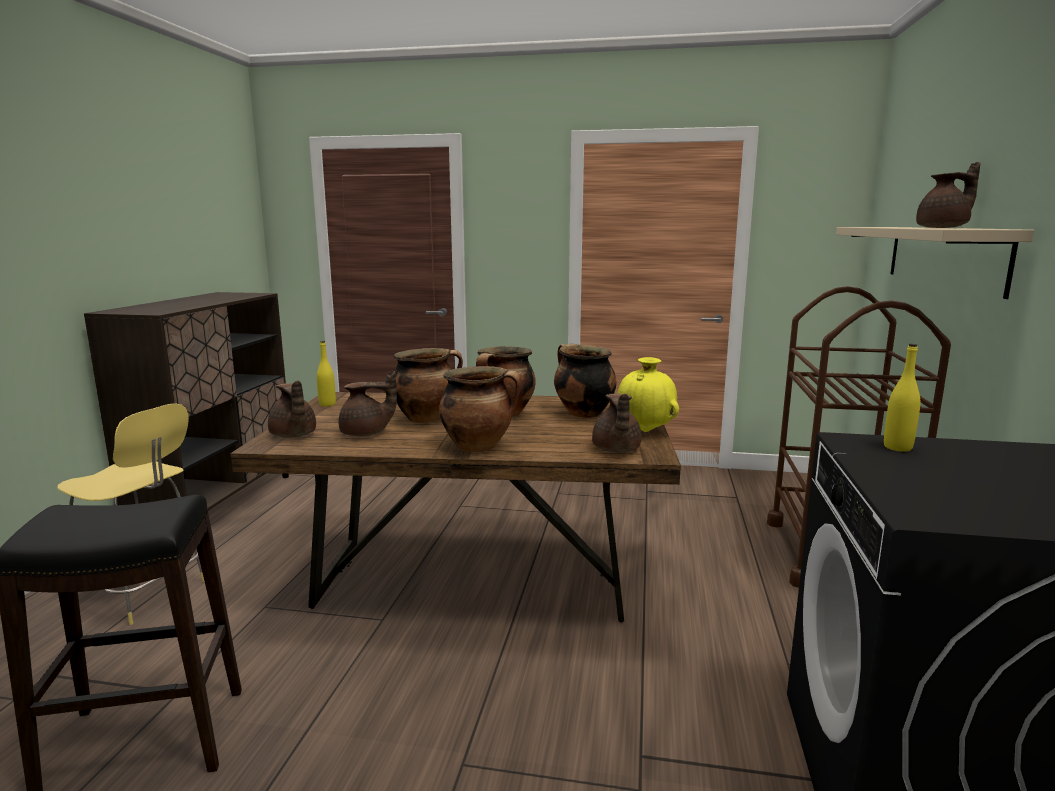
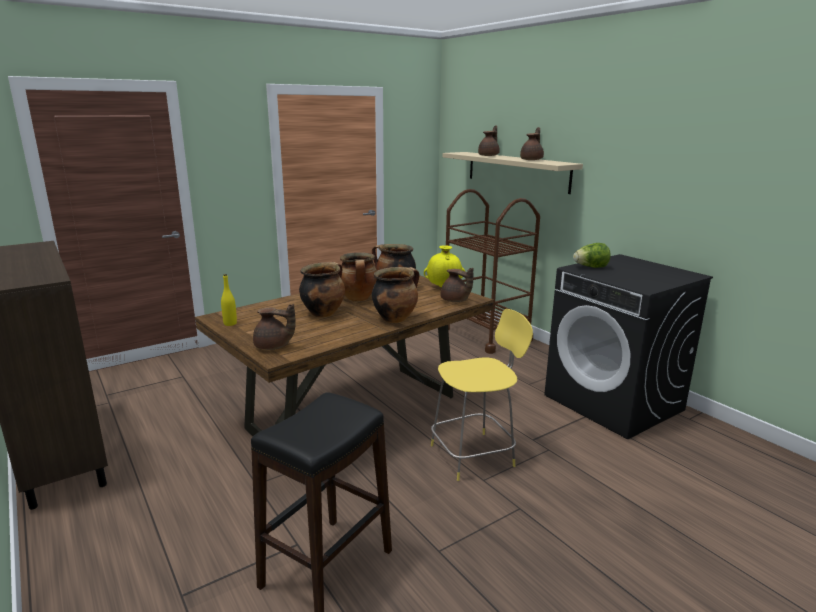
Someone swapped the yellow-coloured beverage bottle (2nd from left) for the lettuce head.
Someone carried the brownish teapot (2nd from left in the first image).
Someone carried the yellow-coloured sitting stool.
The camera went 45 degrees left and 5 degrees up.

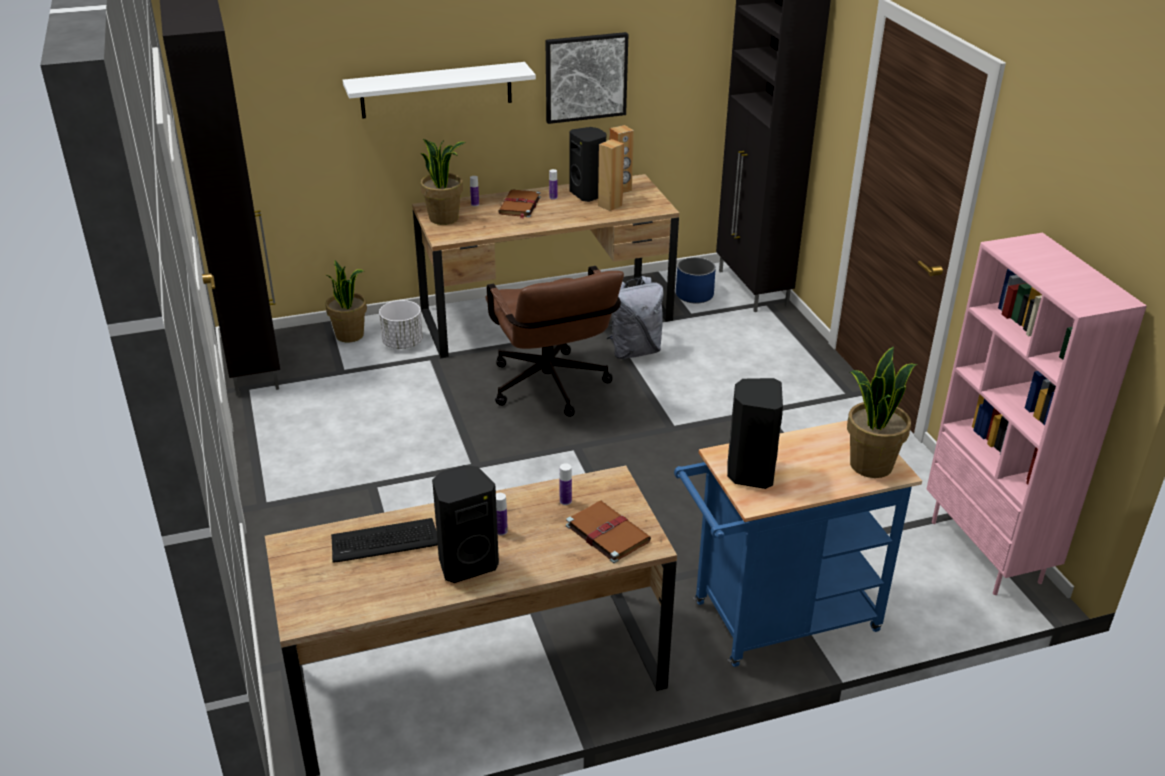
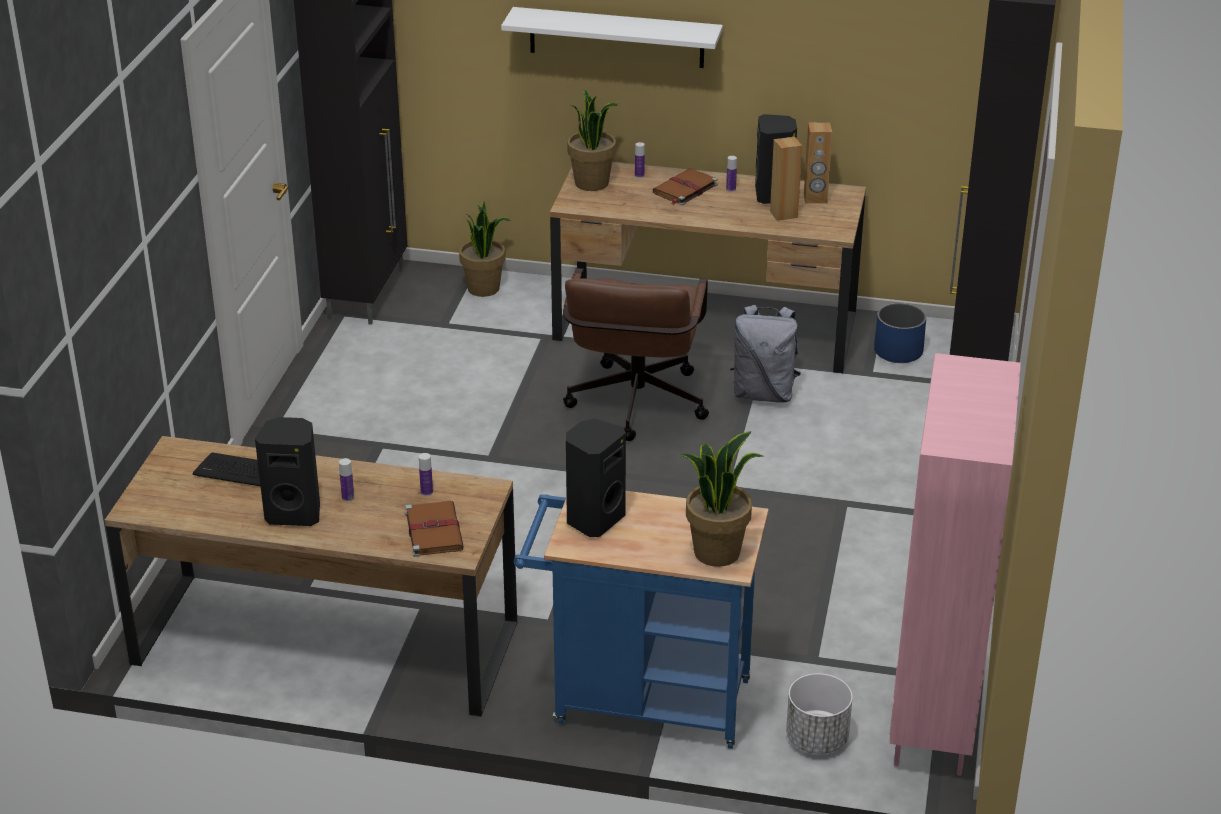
Someone took away the picture.
Someone carried the white planter.
The camera went 30 degrees right and 0 degrees up.

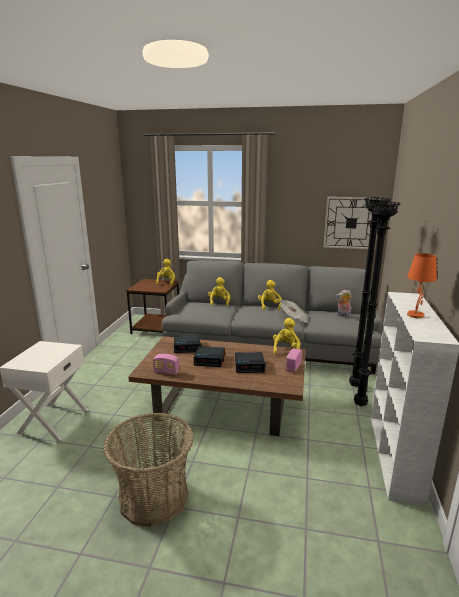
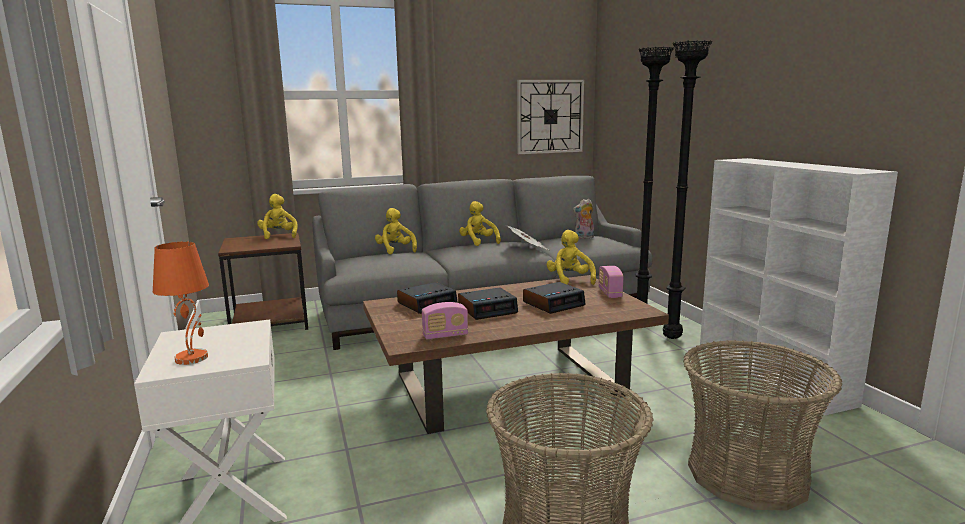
Someone carried the orangey lamp for a table.
Someone put down the basket (2nd from left).
The camera went 30 degrees left and 5 degrees down.

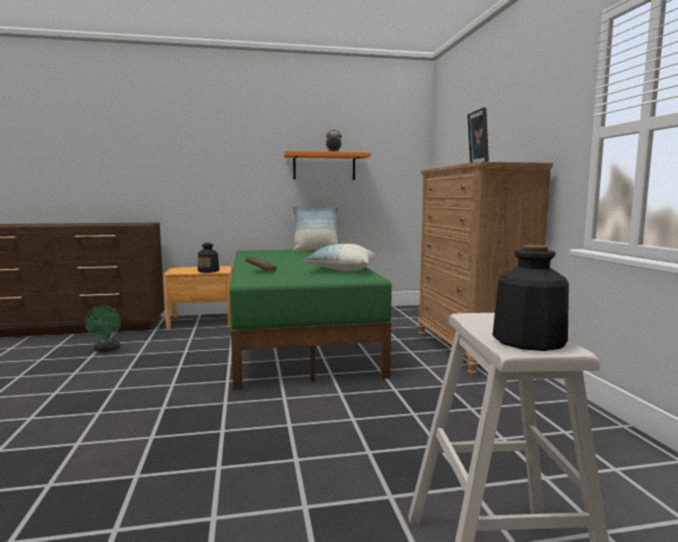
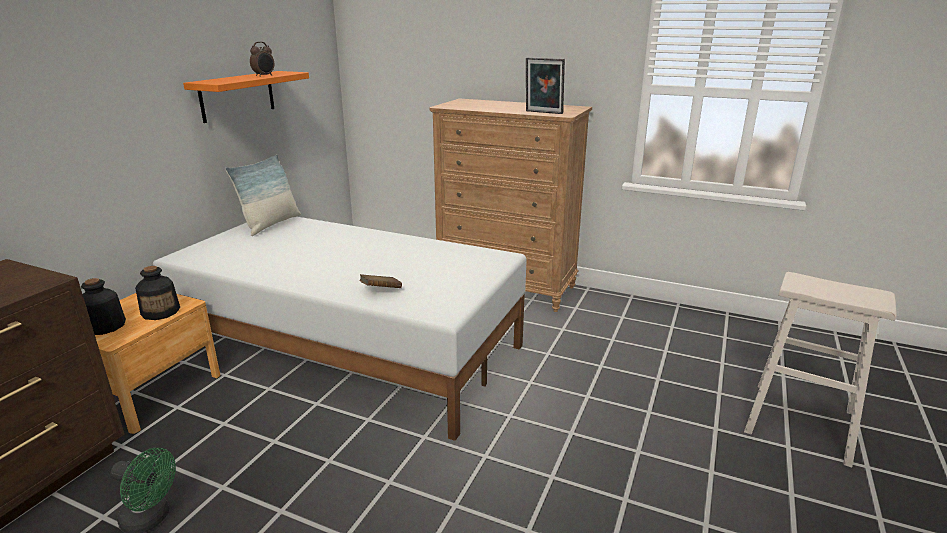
Someone took away the throw pillow (2nd from left).
Someone carried the beverage bottle (2nd from left in the first image).
Someone repainted the green sleeping bed, which became the white sleeping bed.
The camera went 55 degrees left and 15 degrees up.

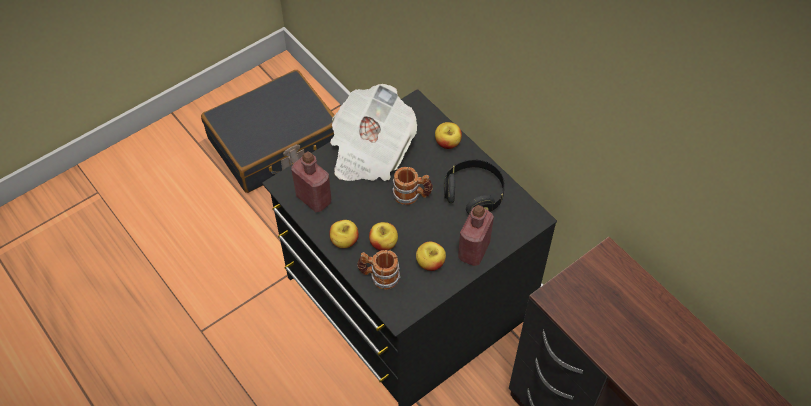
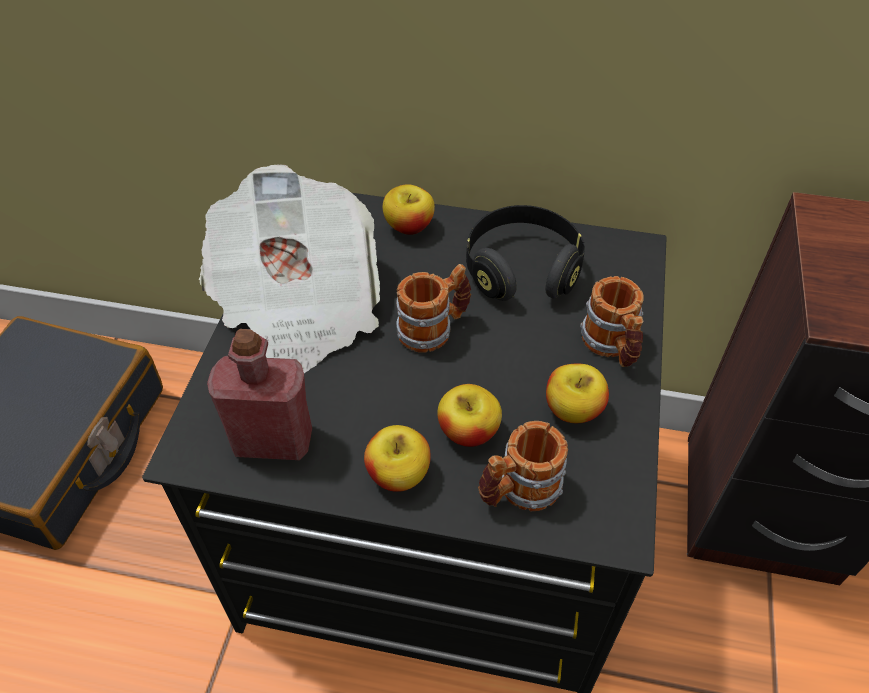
Someone swapped the red-coloured beverage bottle (2nd from left) for the coffee mug (3rd from left).
The camera went 40 degrees left and 5 degrees down.

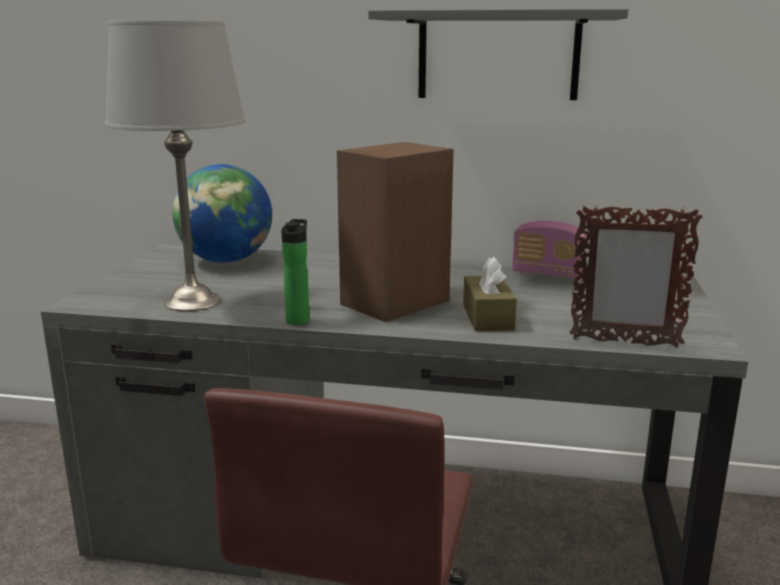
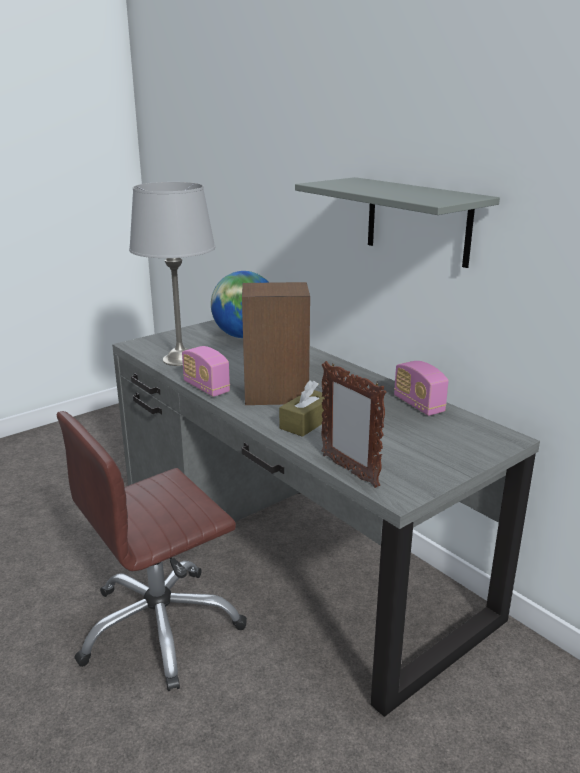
Someone swapped the beverage bottle for the radio (1st from left).
The camera went 40 degrees right and 5 degrees up.

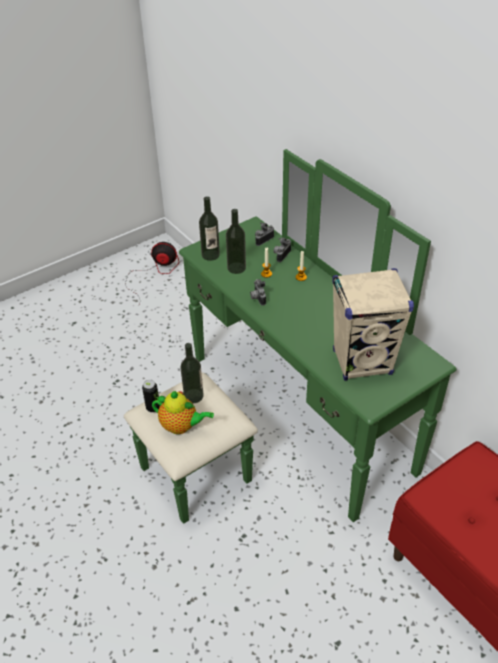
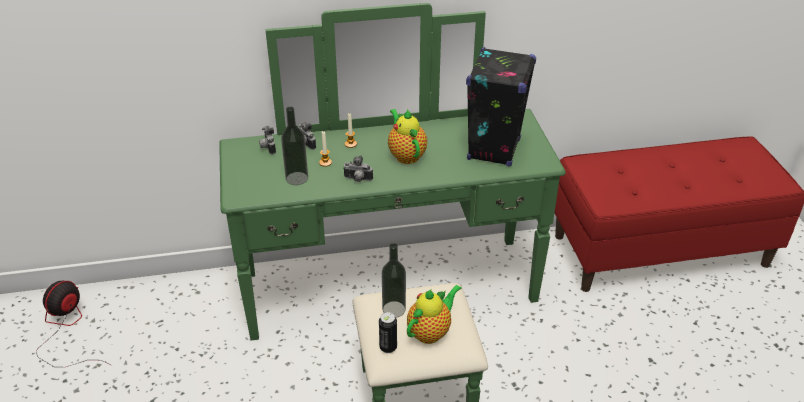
Someone took away the beverage bottle (2nd from left).
Someone repainted the beige-coloured audio speaker, which became the blackish audio speaker.
Someone put down the teapot (1st from left).
The camera went 65 degrees left and 5 degrees down.

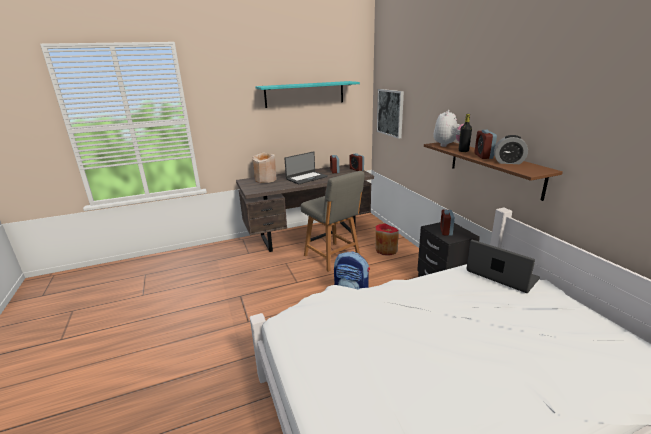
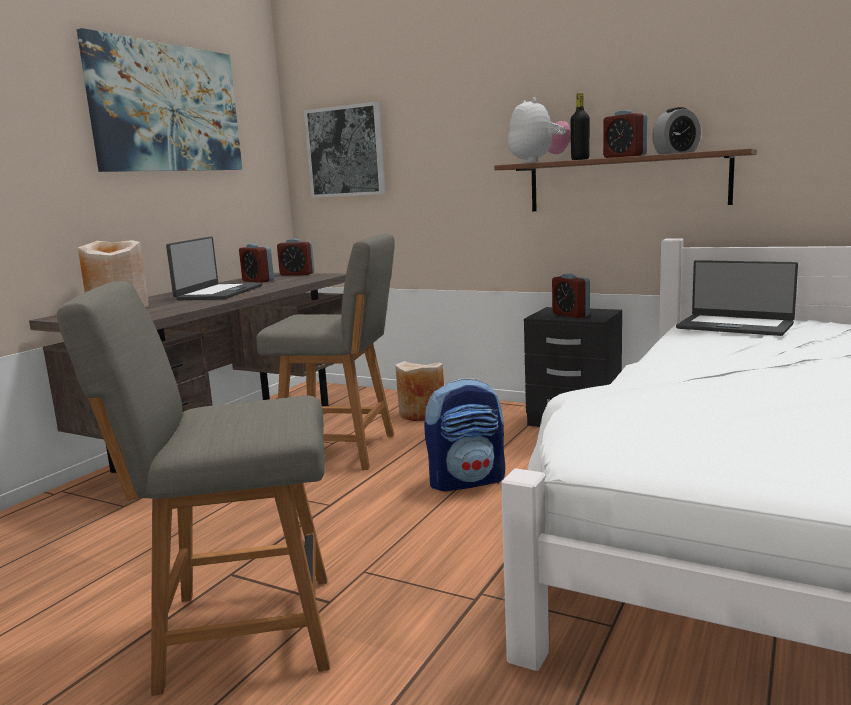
Someone swapped the blue-green wall shelf for the picture (1st from left).
Someone repainted the red-coloured flower vase, which became the beige-coloured flower vase (2nd from left).
Someone rotated the notebook computer (2nd from left) by 150 degrees counterclockwise.
Someone put down the grey upright chair (1st from left).
The camera went 40 degrees left and 10 degrees down.

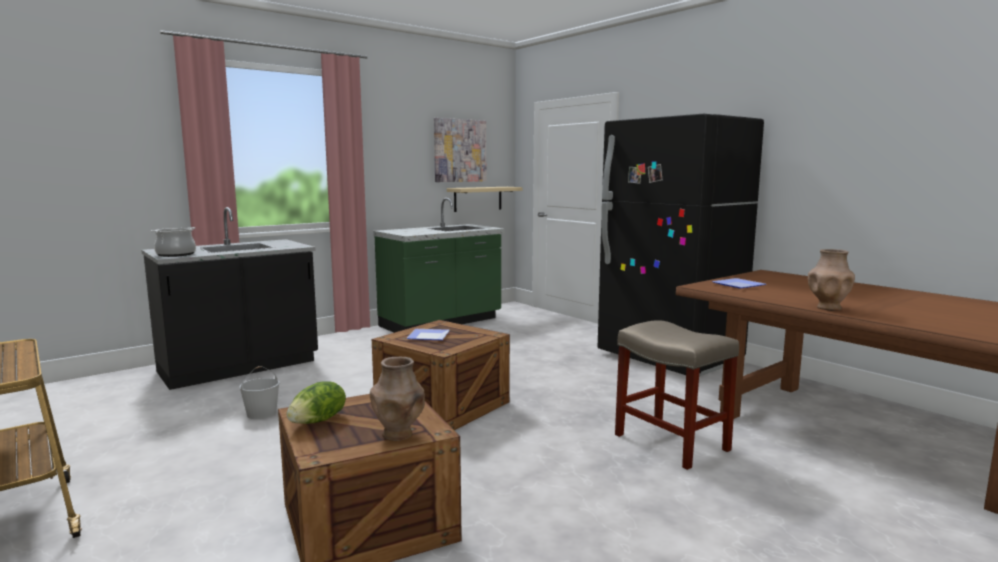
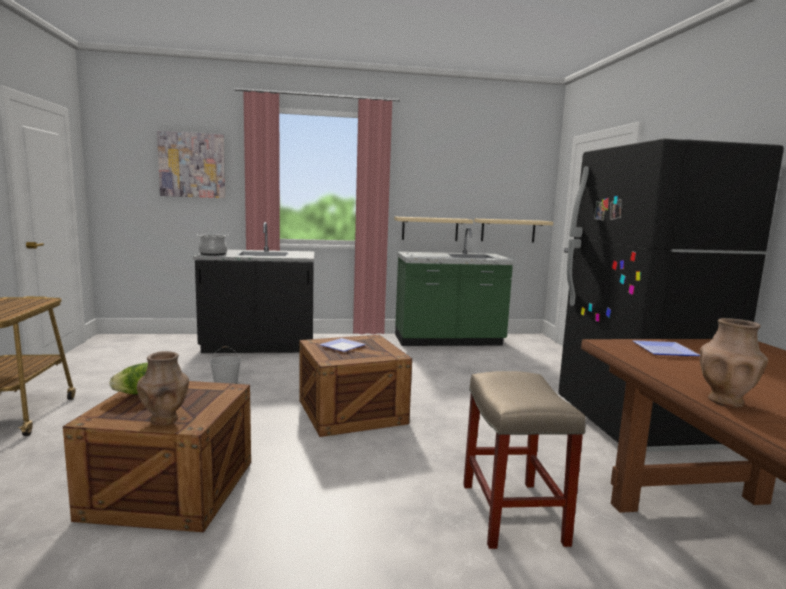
Someone carried the picture.
Someone put up the beige-coloured wall shelf (1st from left).
The camera went 30 degrees right and 0 degrees up.

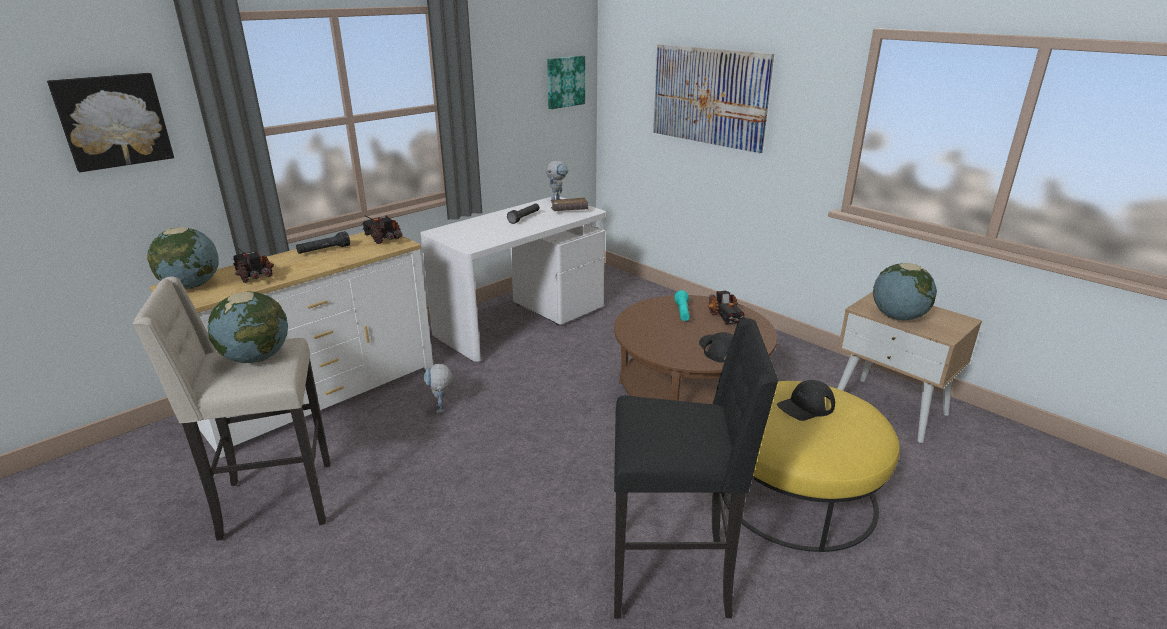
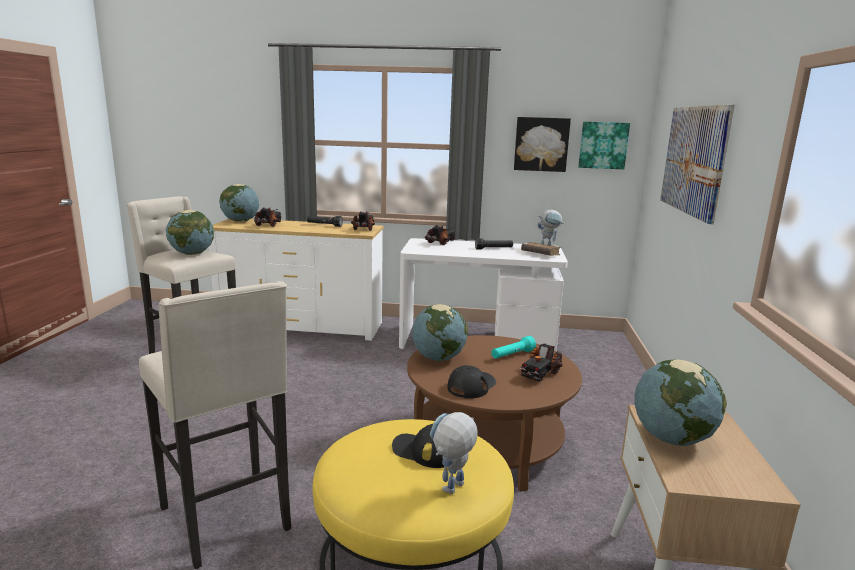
Someone carried the picture (1st from left).
Someone repainted the blackish sitting stool, which became the beige-coloured sitting stool (2nd from left).
Someone carried the model robot (1st from left).
Someone put down the model truck (3rd from left).
Someone put down the desk globe (3rd from left).
The camera went 50 degrees right and 10 degrees down.

